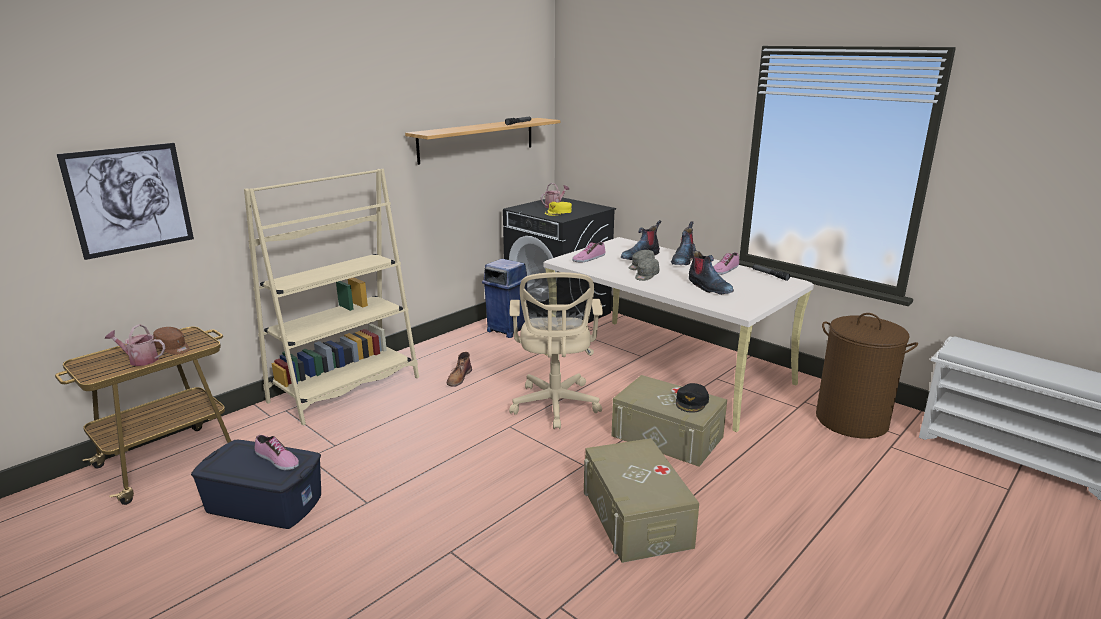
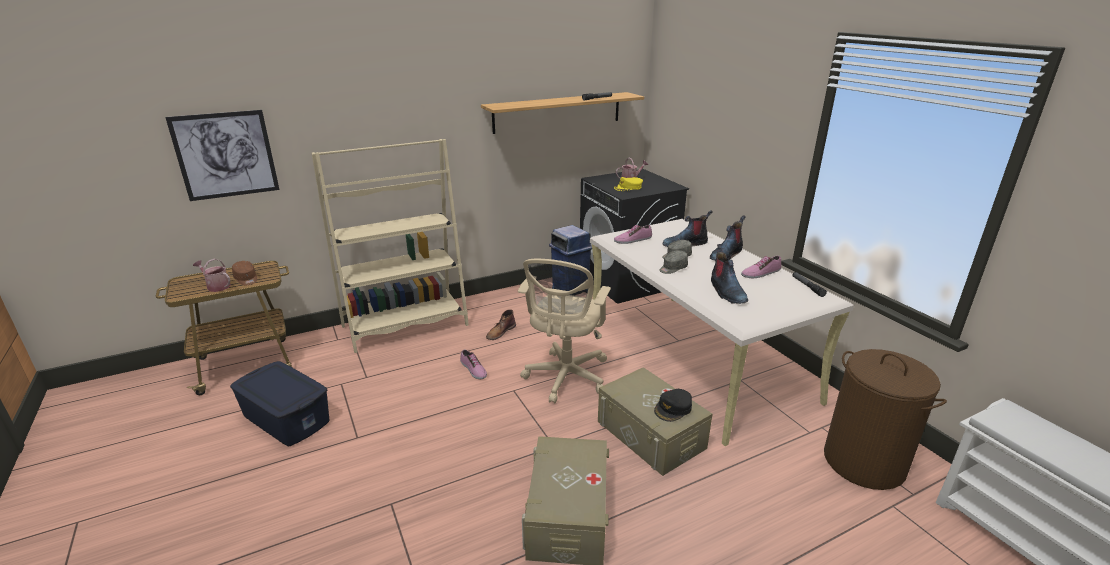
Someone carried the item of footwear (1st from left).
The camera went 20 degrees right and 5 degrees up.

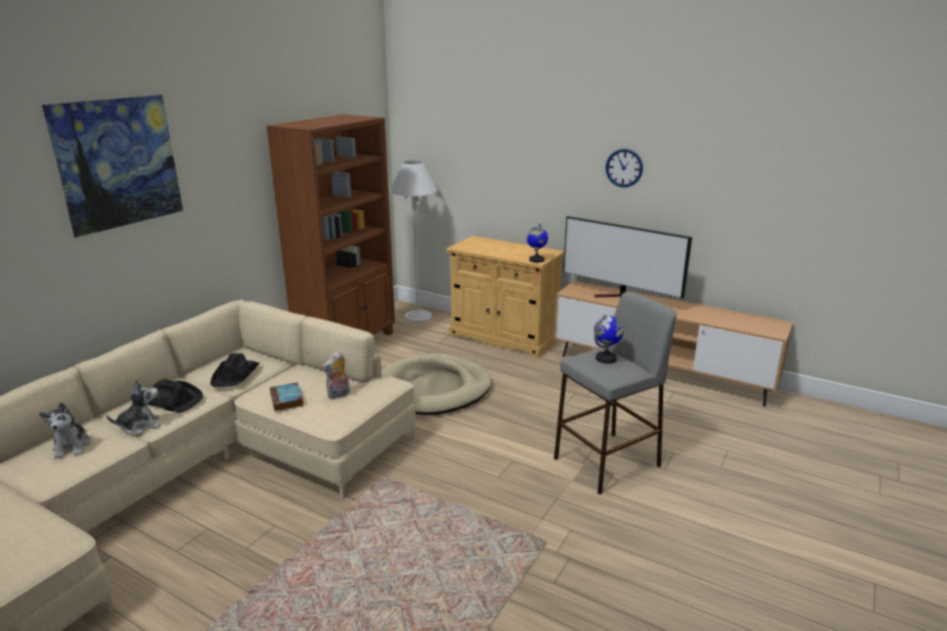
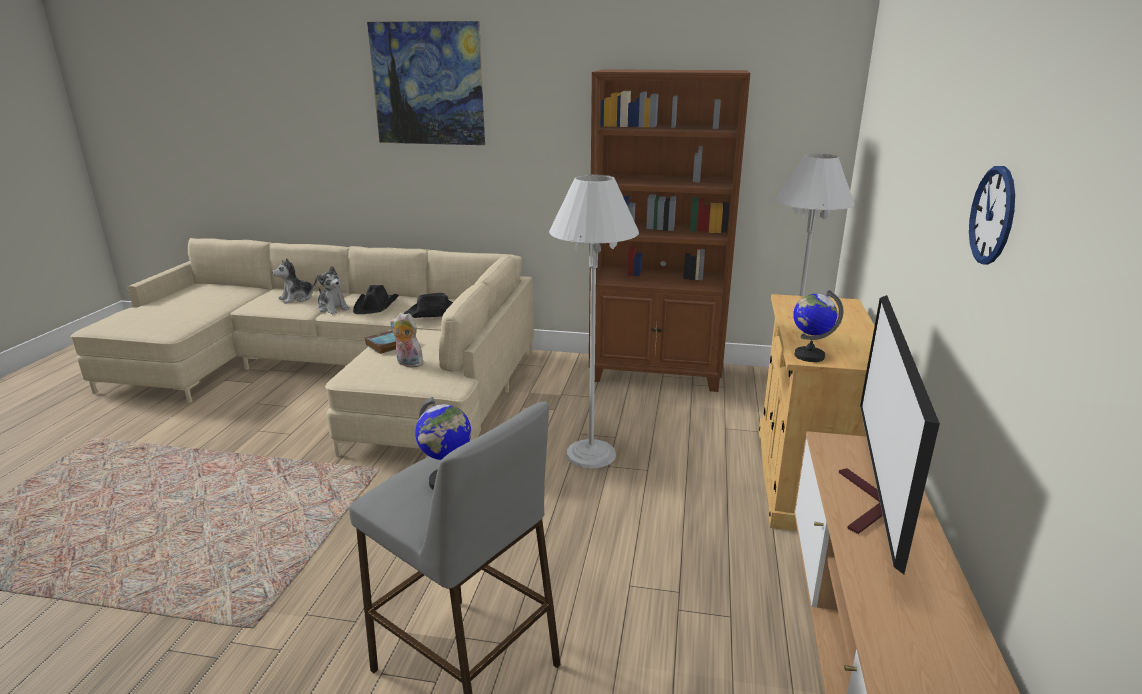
Someone swapped the beige-coloured pet bed for the white standard lamp (1st from left).
The camera went 70 degrees right and 0 degrees up.

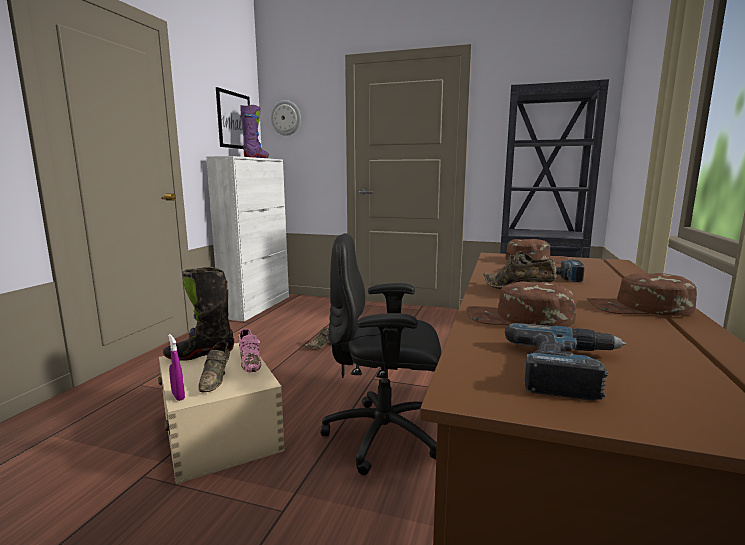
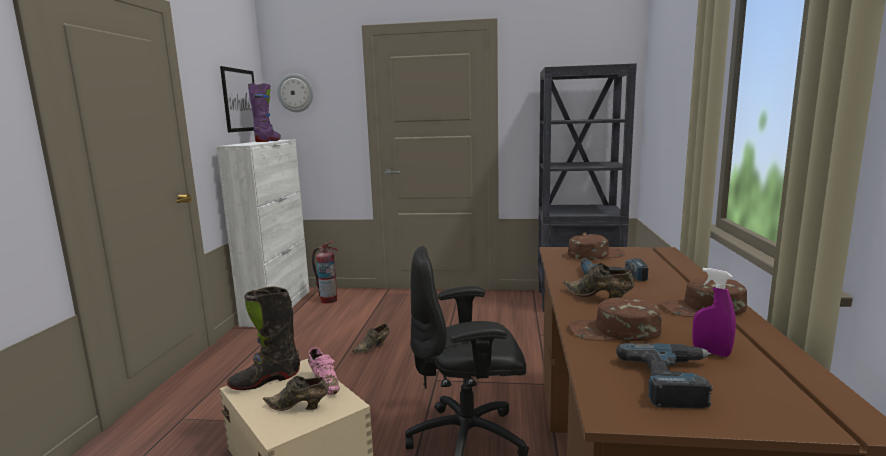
Someone carried the purplish hand sprayer.
Someone rotated the brownish item of footwear (1st from left) by 105 degrees clockwise.
Someone put down the fire extinguisher.
The camera went 10 degrees left and 0 degrees up.

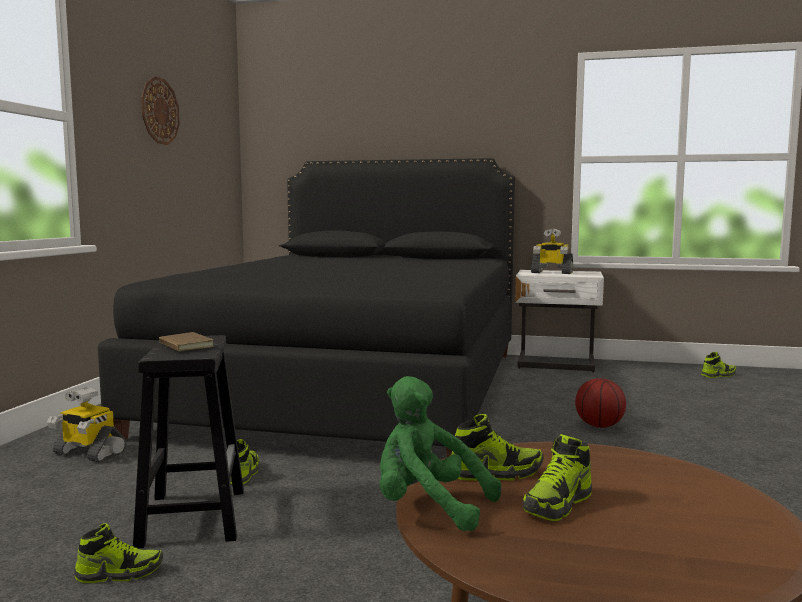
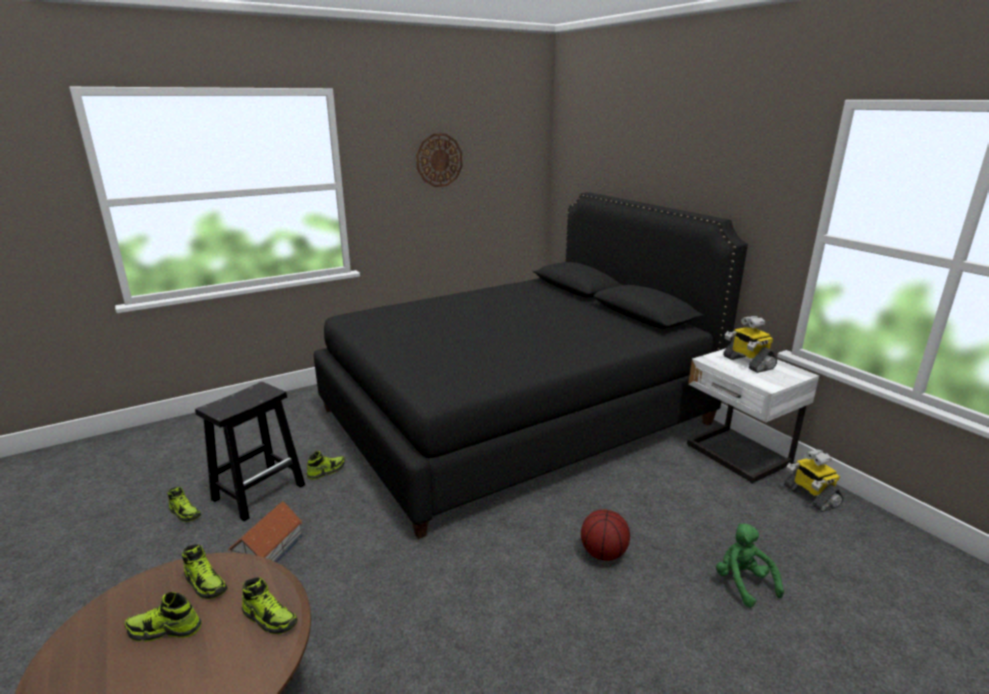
Someone took away the brownish volume.
Someone carried the item of footwear (5th from left in the first image).
Someone carried the green cuddly toy.
Someone carried the model robot (1st from left in the first image).
Someone put down the toy house.
The camera went 45 degrees right and 15 degrees up.

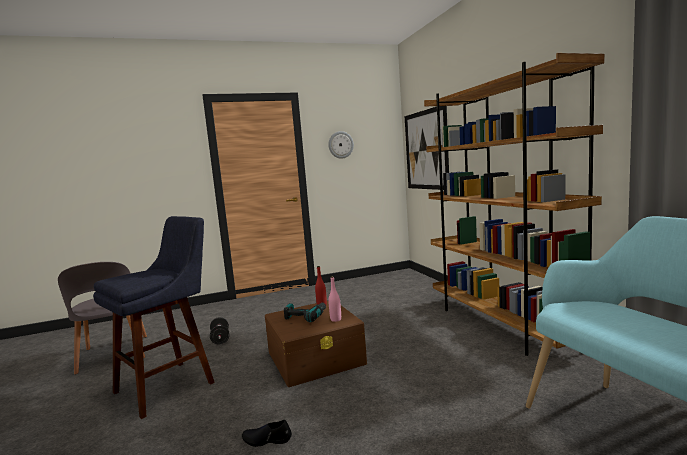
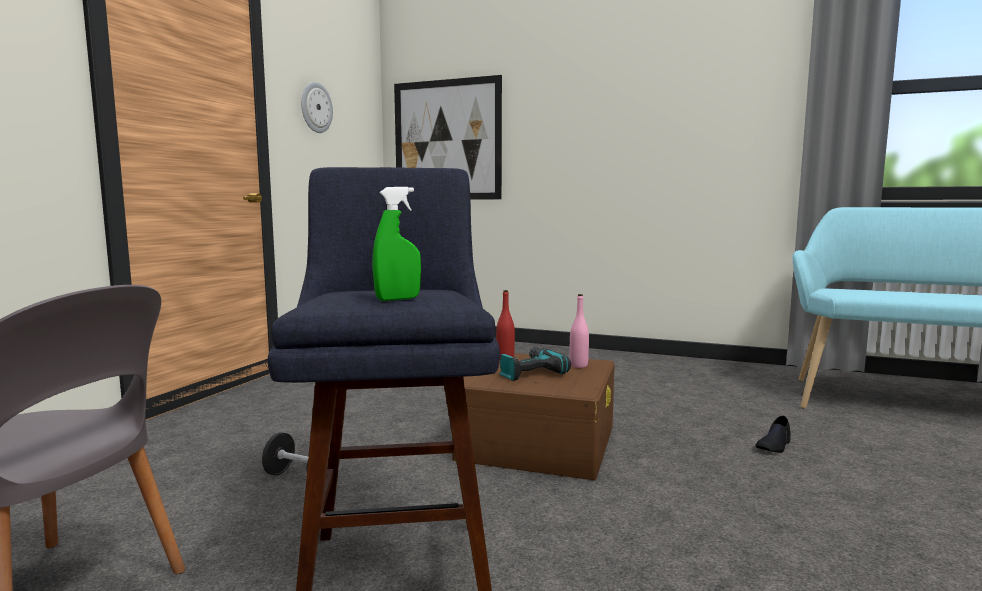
Someone took away the brownish bookcase.
Someone carried the blackish item of footwear.
Someone put down the green hand sprayer.
The camera went 50 degrees left and 0 degrees up.

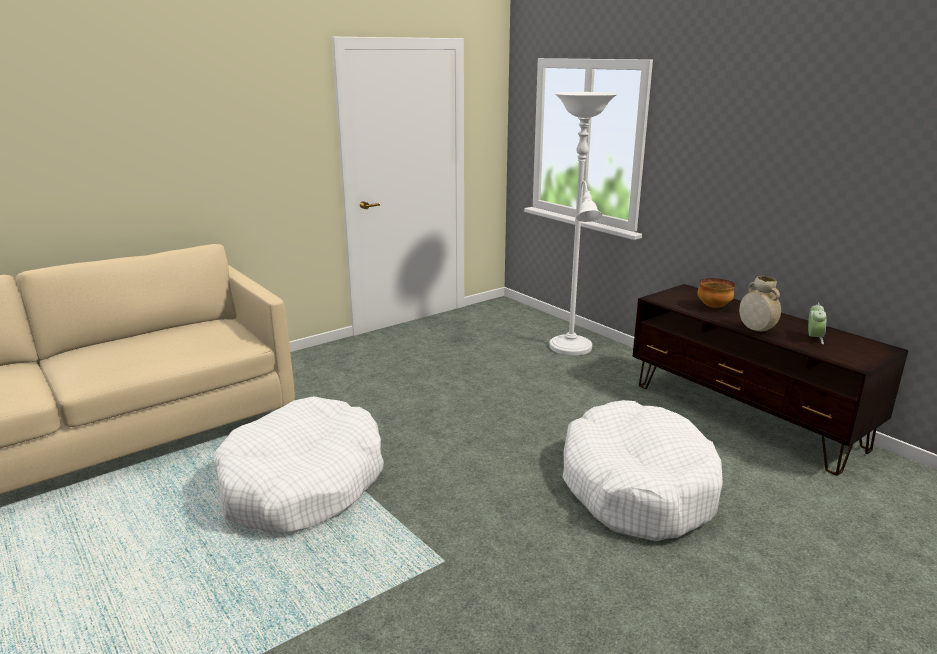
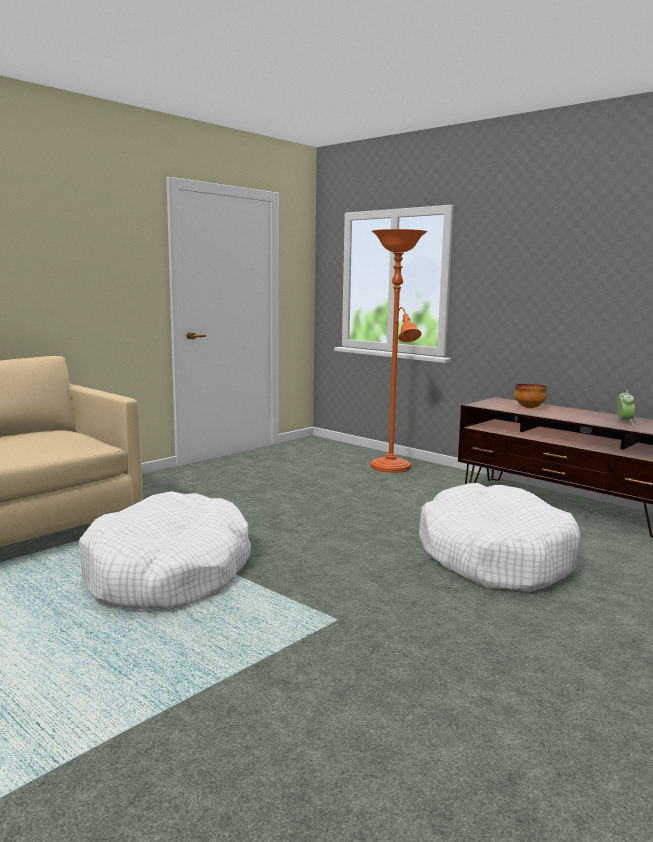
Someone repainted the white standard lamp, which became the orangey standard lamp.
Someone took away the beige-coloured flower vase.
The camera went 10 degrees left and 10 degrees down.

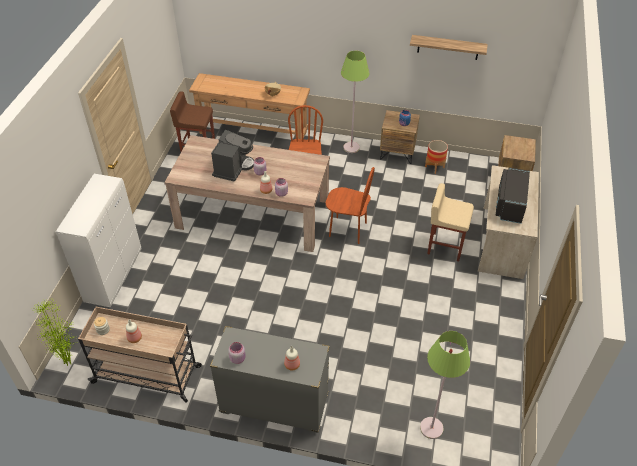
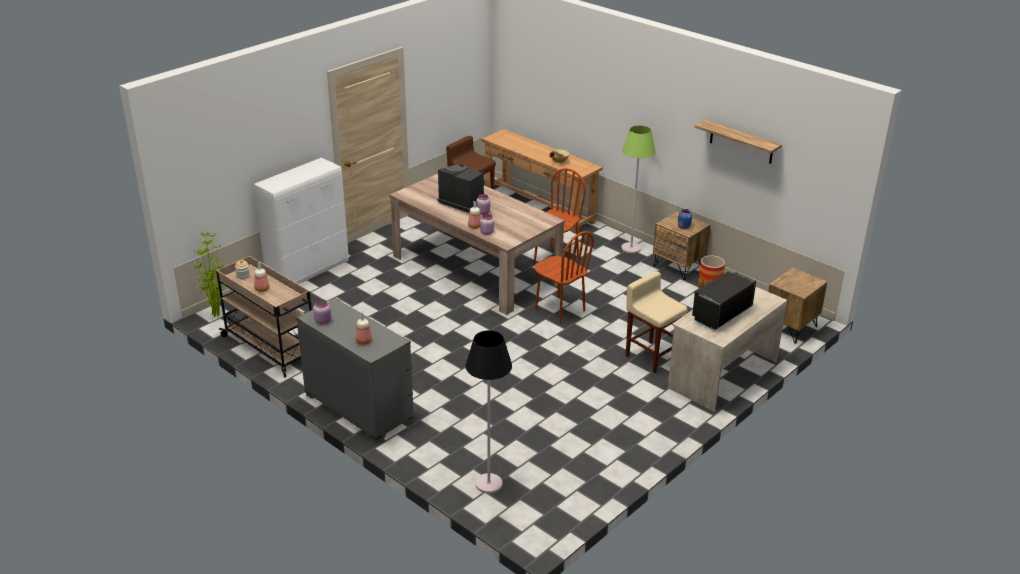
Someone rotated the coffee machine by 105 degrees counterclockwise.
Someone repainted the green standard lamp (2nd from left), which became the blackish standard lamp.
The camera went 30 degrees right and 15 degrees down.

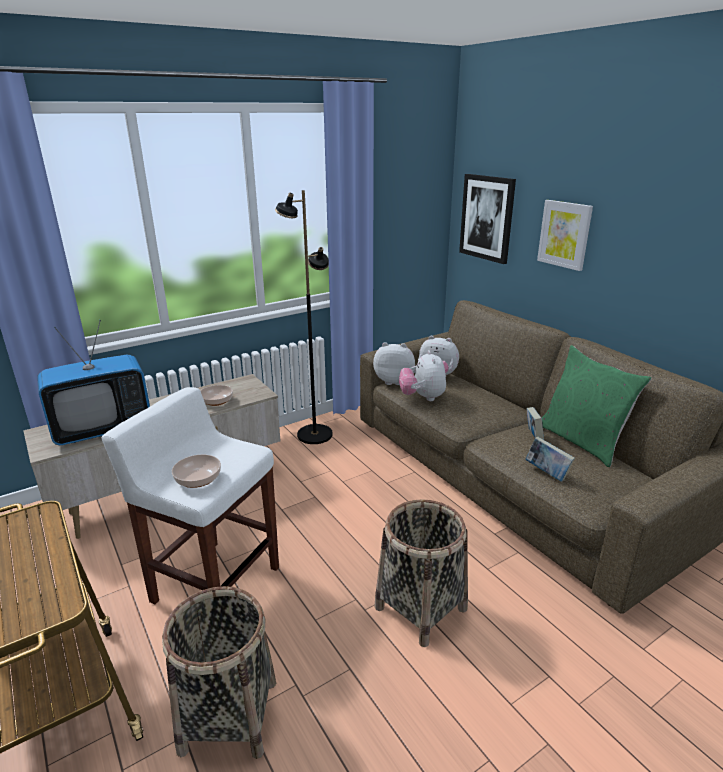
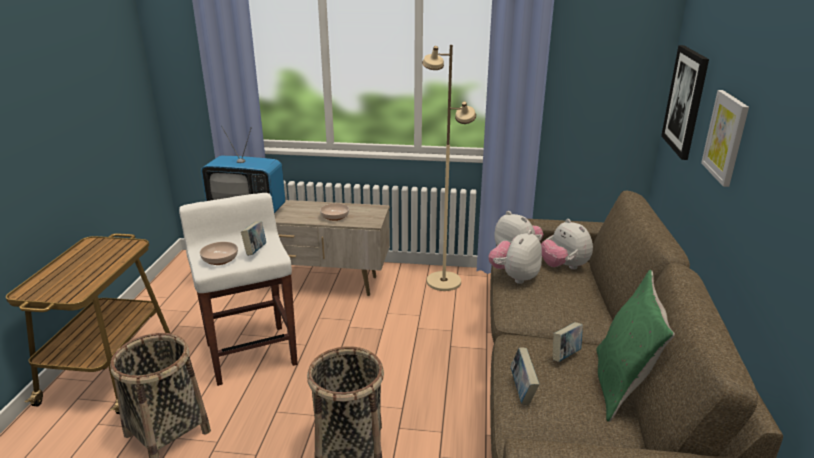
Someone repainted the blackish standard lamp, which became the beige-coloured standard lamp.
Someone put down the volume (1st from left).
The camera went 40 degrees right and 0 degrees up.

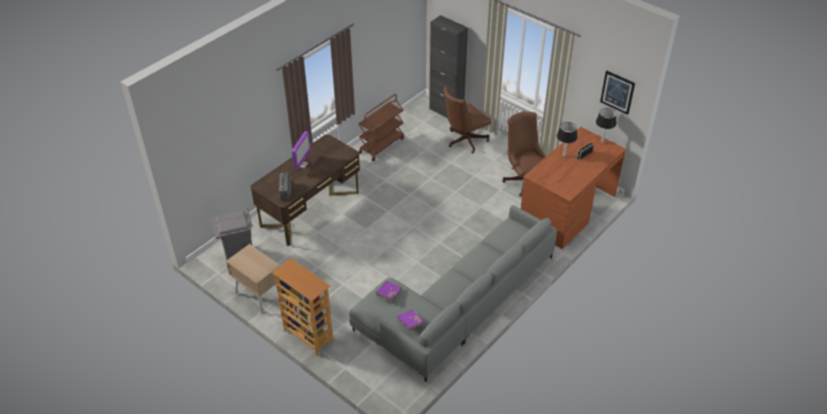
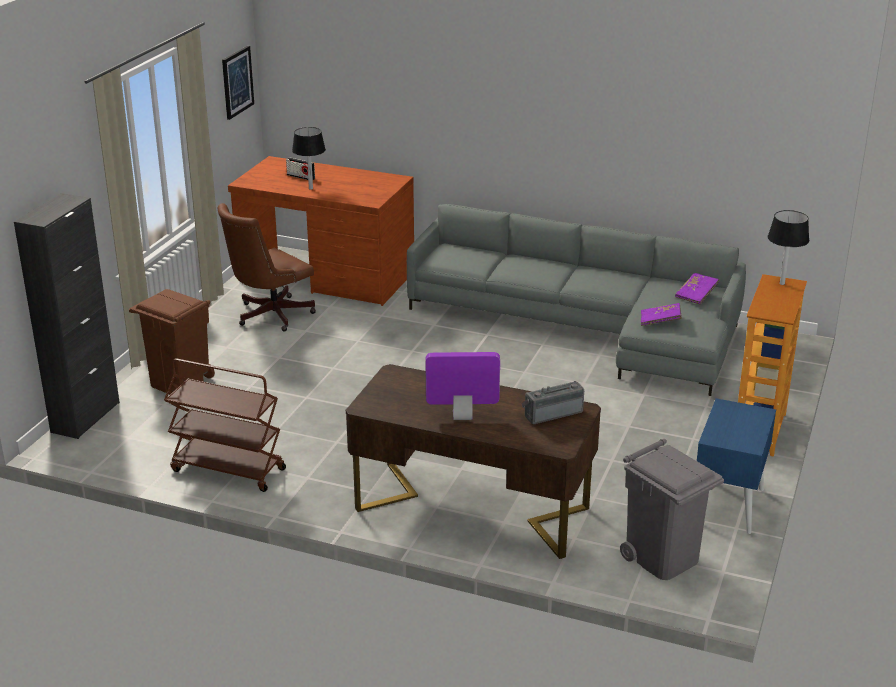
Someone swapped the brownish office chair (1st from left) for the brownish rubbish bin.
Someone carried the blackish lamp for a table (2nd from left).
Someone repainted the beige-coloured nightstand, which became the blue nightstand.
The camera went 110 degrees left and 15 degrees down.

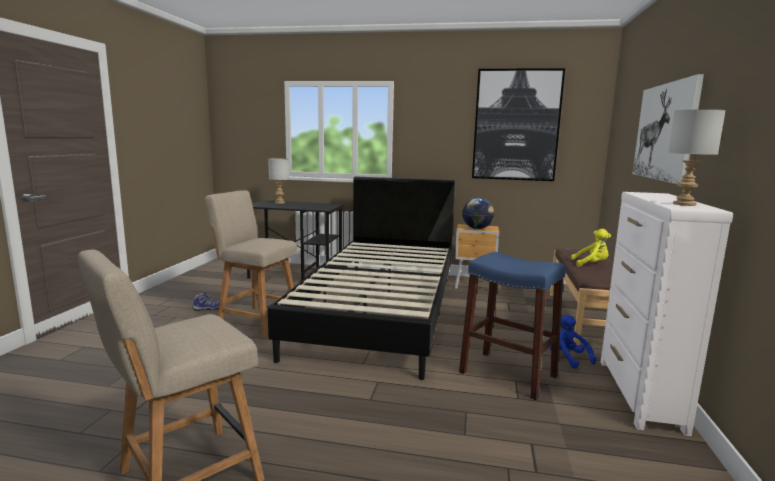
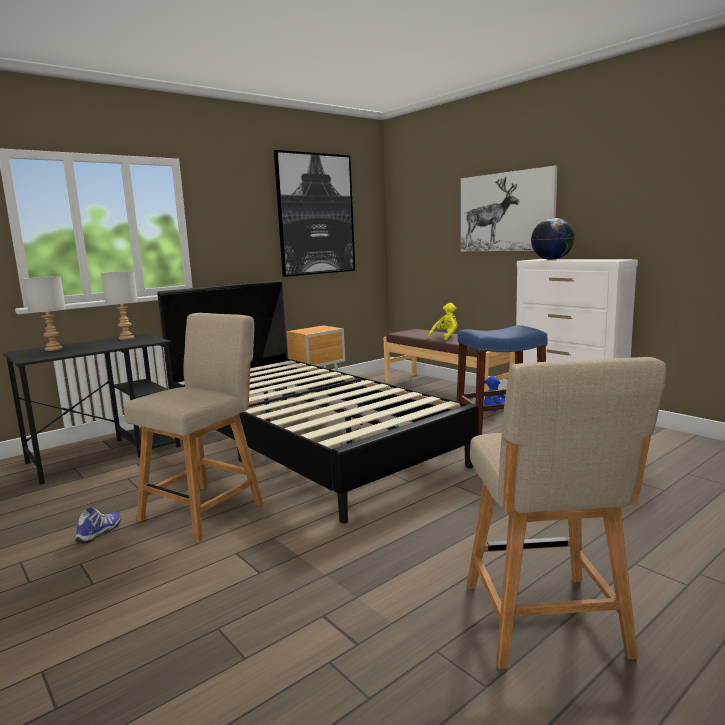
Someone carried the grey lamp for a table (2nd from left).
Someone rotated the beige-coloured upright chair (2nd from left in the first image) by 150 degrees clockwise.
Someone carried the desk globe.
The camera went 50 degrees left and 0 degrees up.

